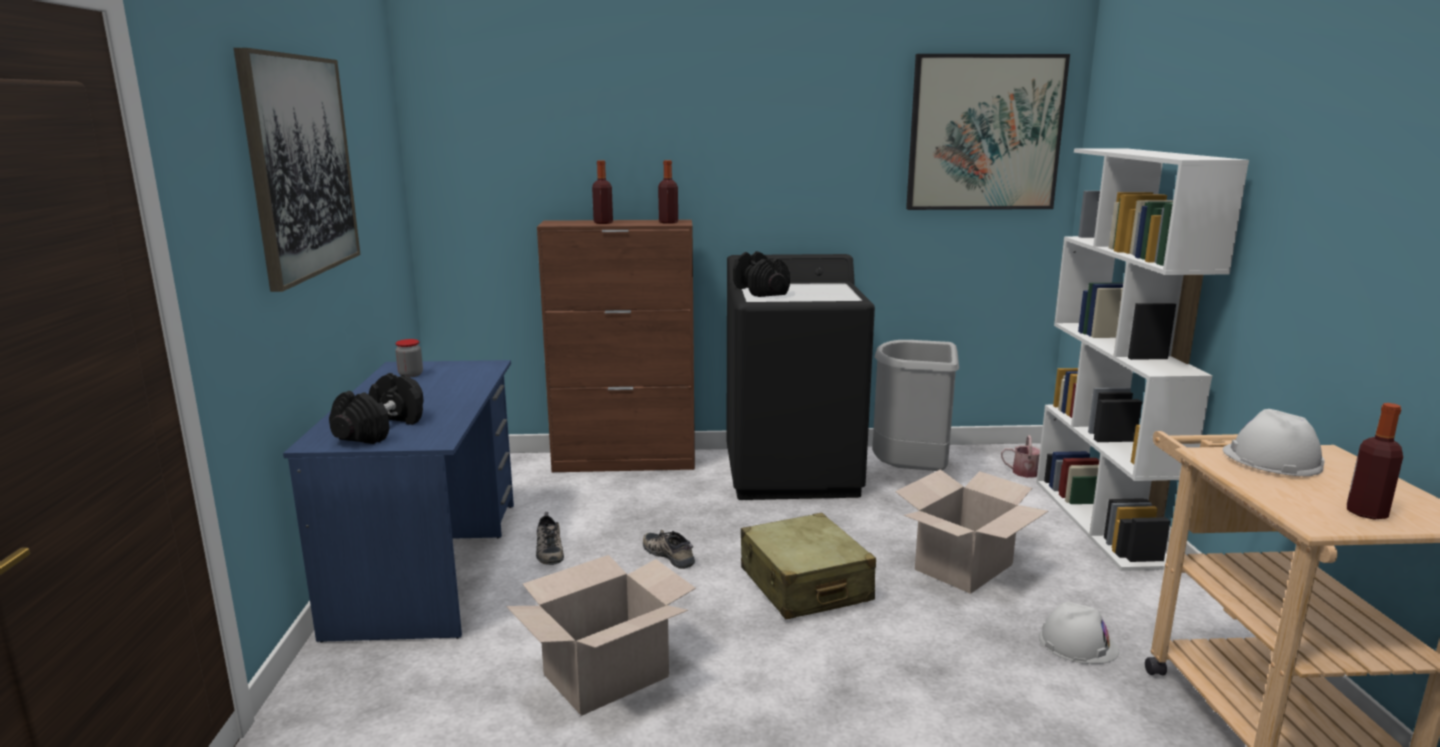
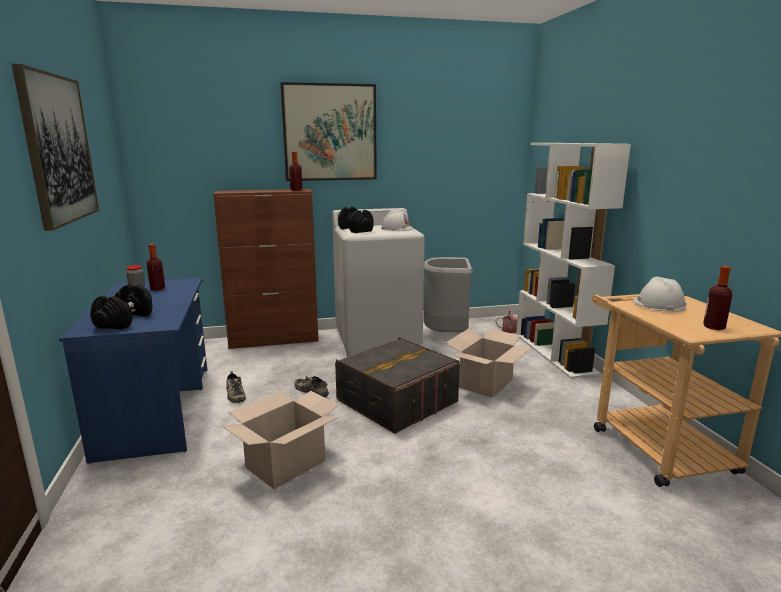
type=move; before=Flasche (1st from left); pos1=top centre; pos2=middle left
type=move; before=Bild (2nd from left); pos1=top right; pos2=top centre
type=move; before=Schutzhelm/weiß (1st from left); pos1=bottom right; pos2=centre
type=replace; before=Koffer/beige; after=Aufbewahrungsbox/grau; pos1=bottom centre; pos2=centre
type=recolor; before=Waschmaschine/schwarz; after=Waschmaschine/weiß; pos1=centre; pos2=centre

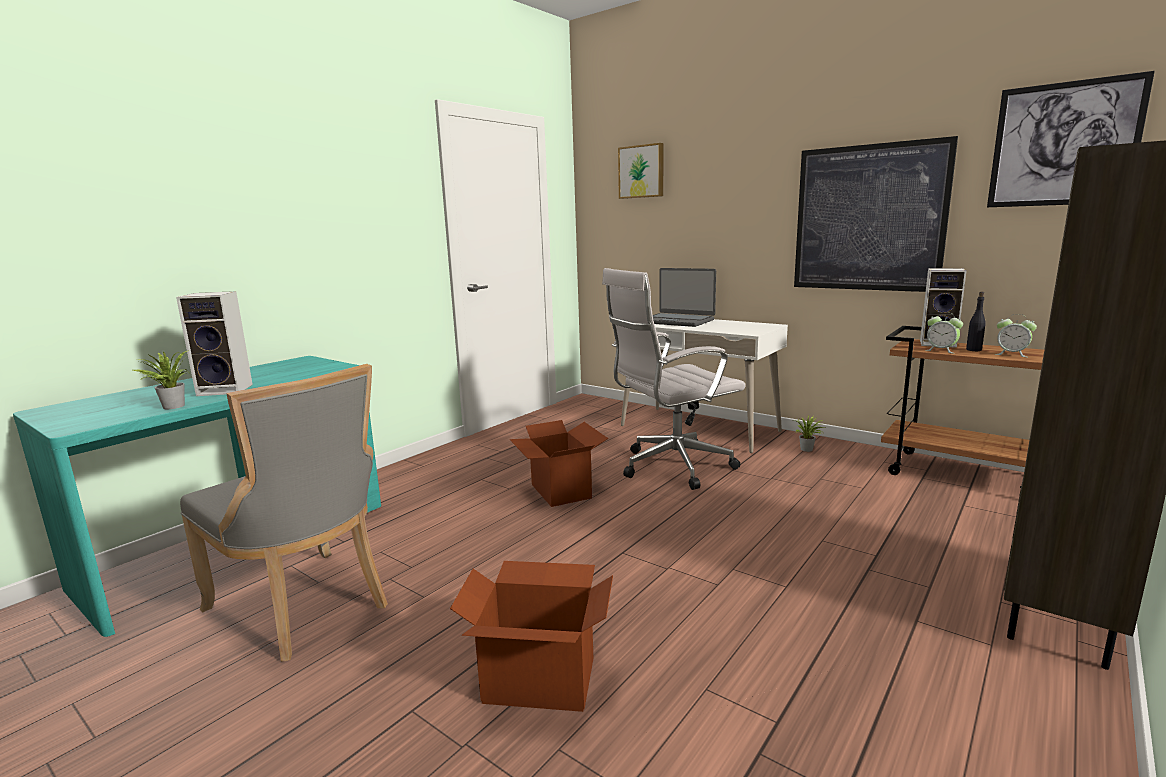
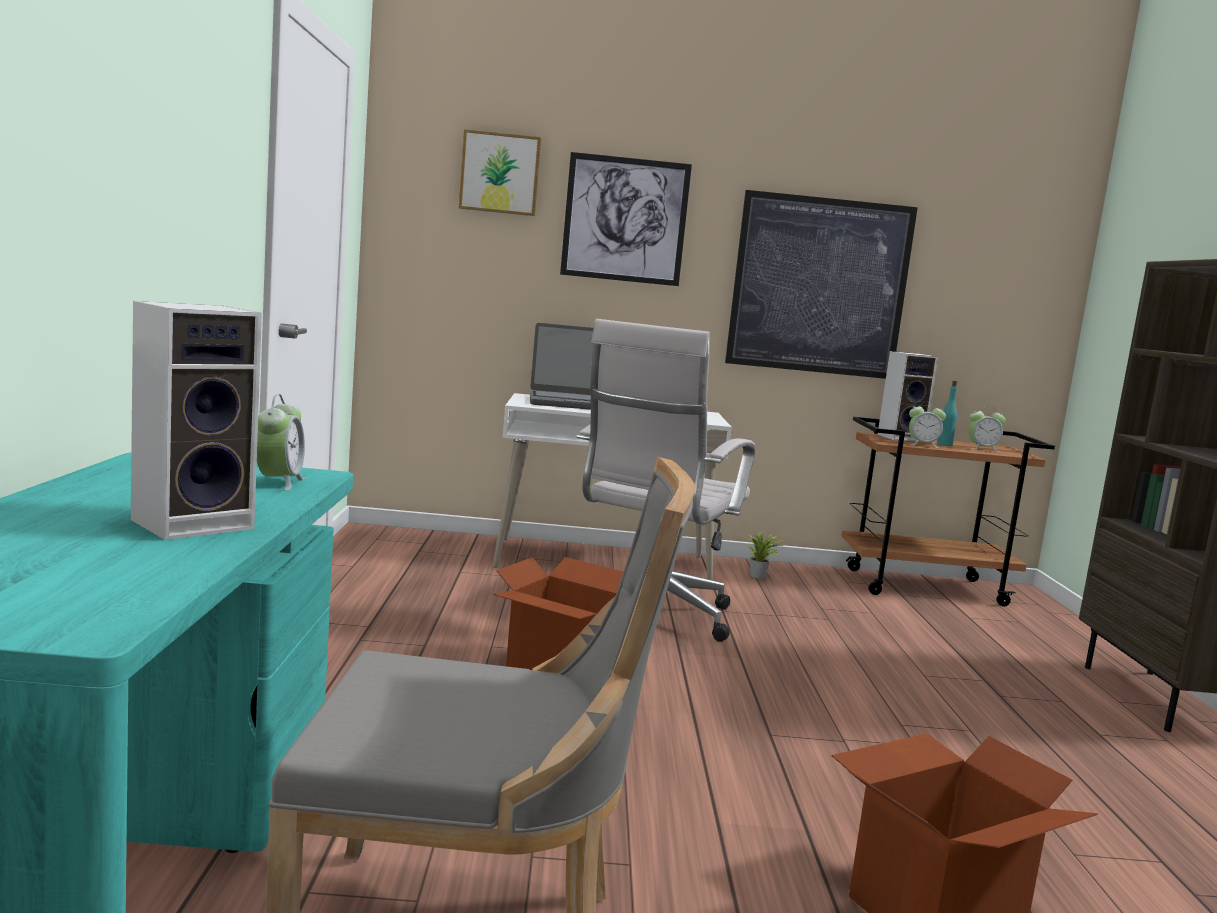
type=delete; before=Topfpflanze (1st from left); pos1=middle left
type=insert; after=Wecker (1st from left); pos2=middle left
type=move; before=Bild (3rd from left in the first image); after=Bild (2nd from left); pos1=top right; pos2=top centre
type=recolor; before=Flasche/schwarz; after=Flasche/türkis; pos1=middle right; pos2=middle right

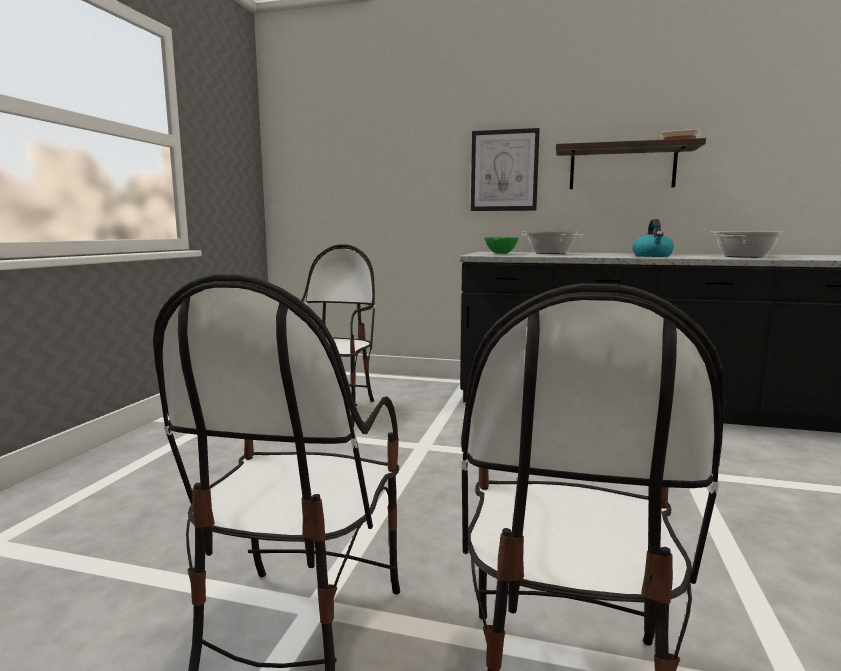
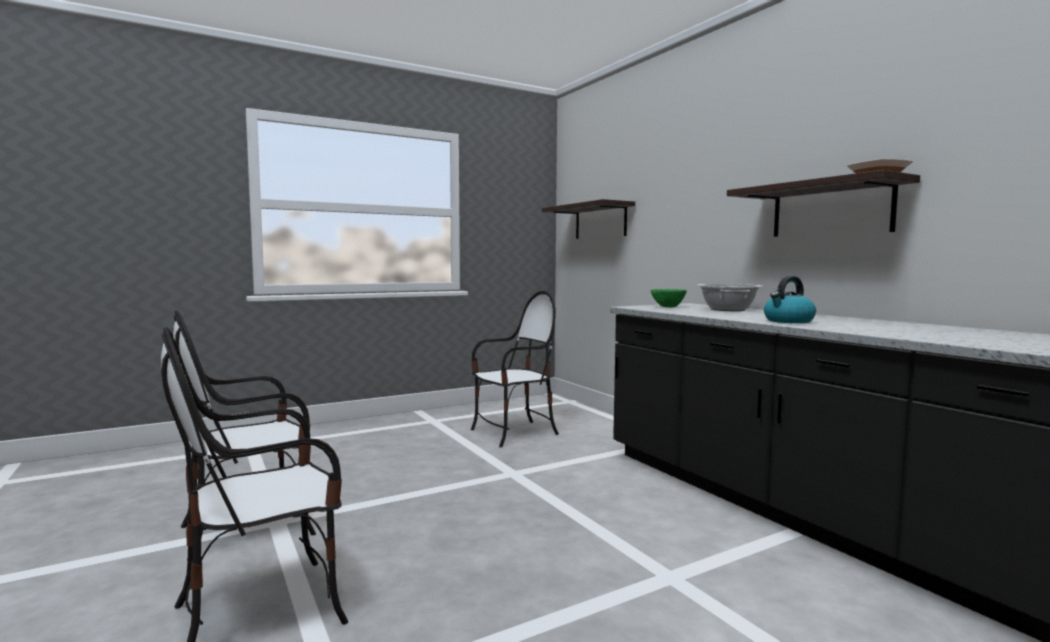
type=delete; before=Bild; pos1=top centre
type=delete; before=Kochtopf (2nd from left); pos1=middle right
type=insert; after=Wandregal (1st from left); pos2=centre

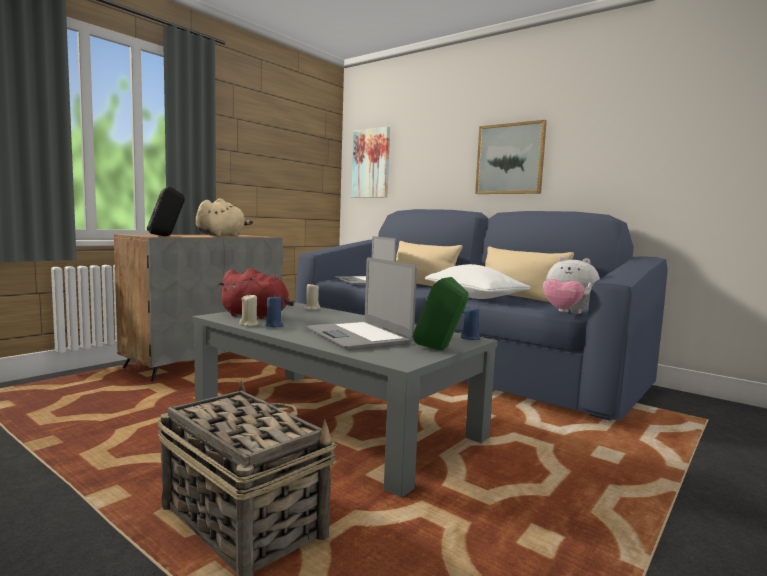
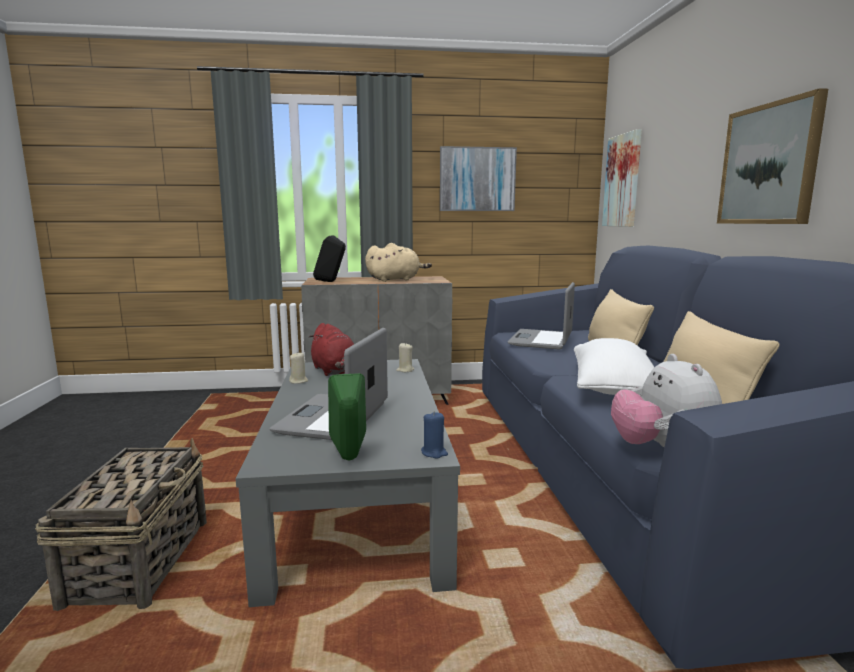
type=delete; before=Kerze/blau (1st from left); pos1=centre
type=insert; after=Bild (1st from left); pos2=top centre

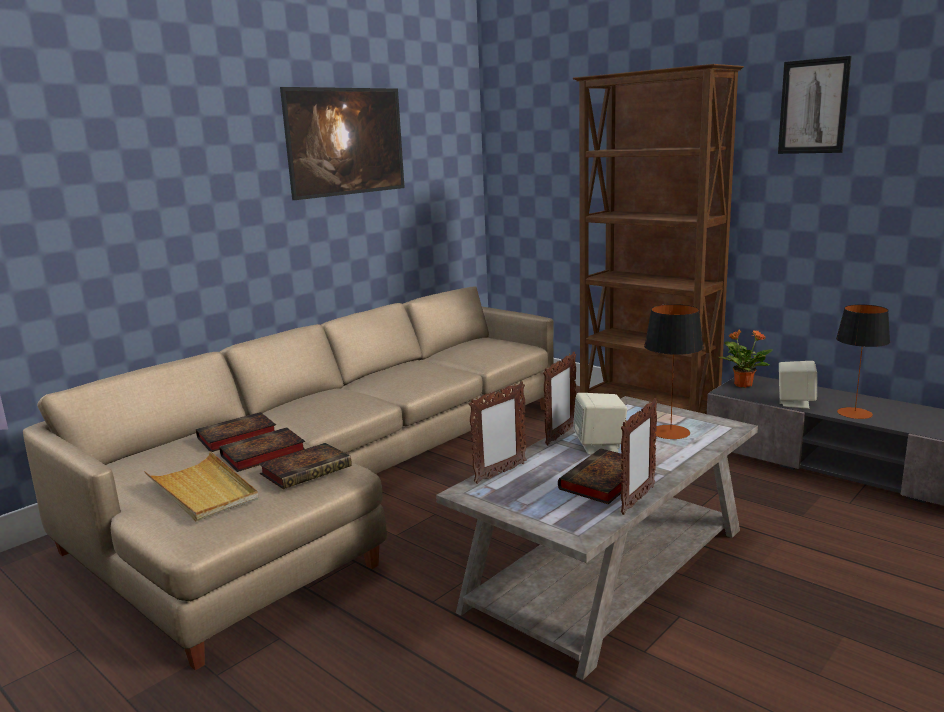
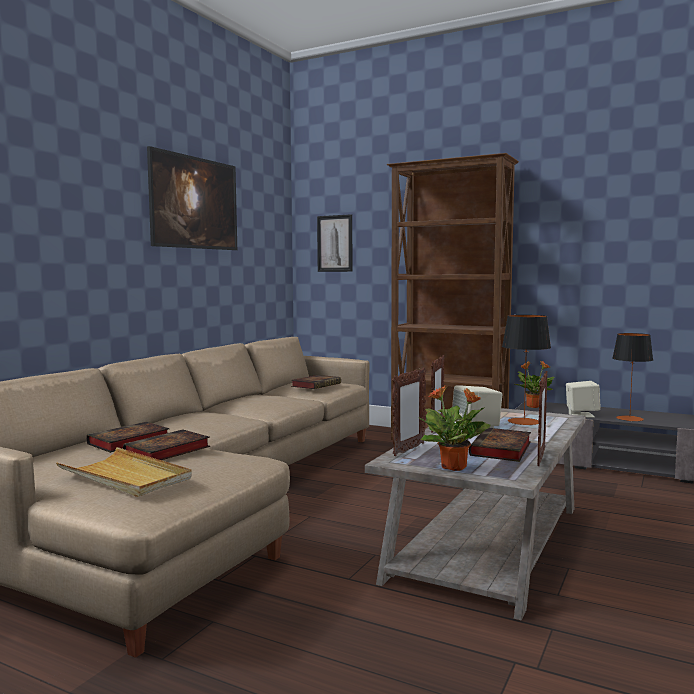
type=insert; after=Topfpflanze (1st from left); pos2=centre
type=move; before=Buch (3rd from left); pos1=middle left; pos2=centre
type=move; before=Bild (2nd from left); pos1=top right; pos2=centre

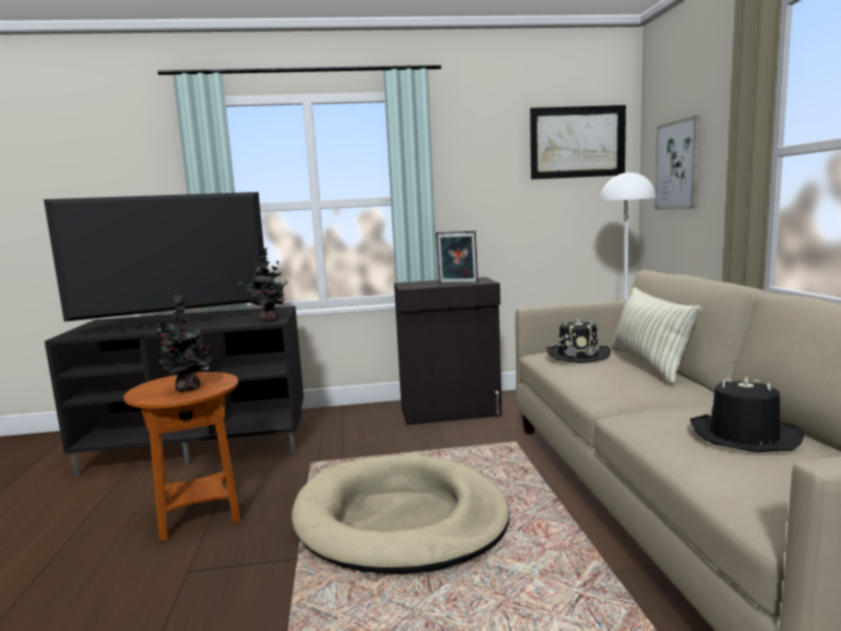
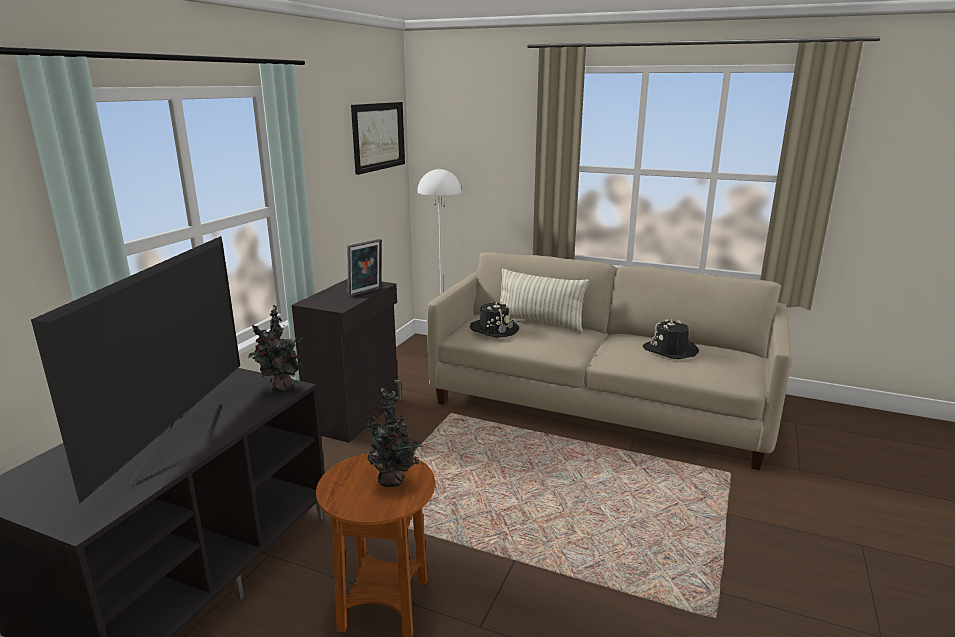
type=delete; before=Hundebett/beige; pos1=bottom centre
type=delete; before=Bild (2nd from left); pos1=top right

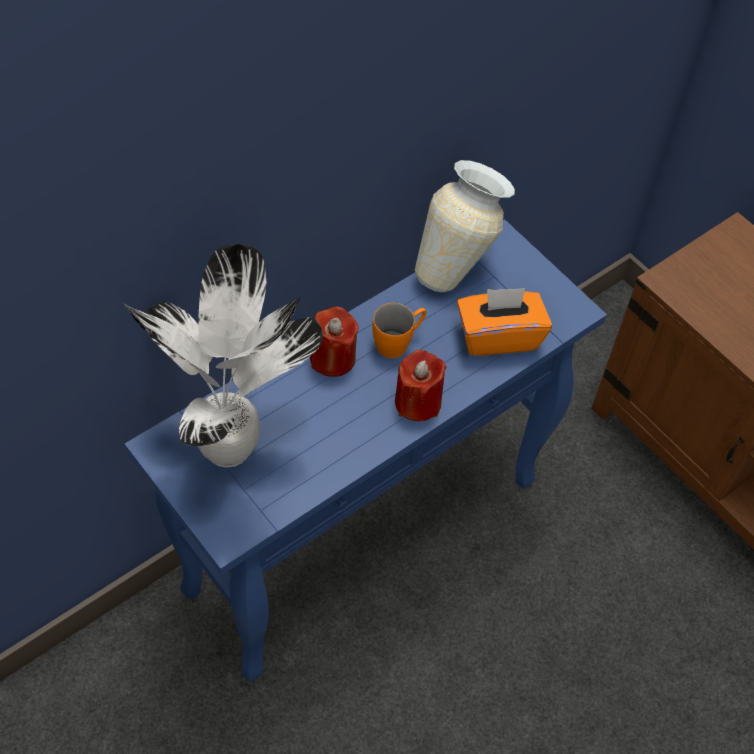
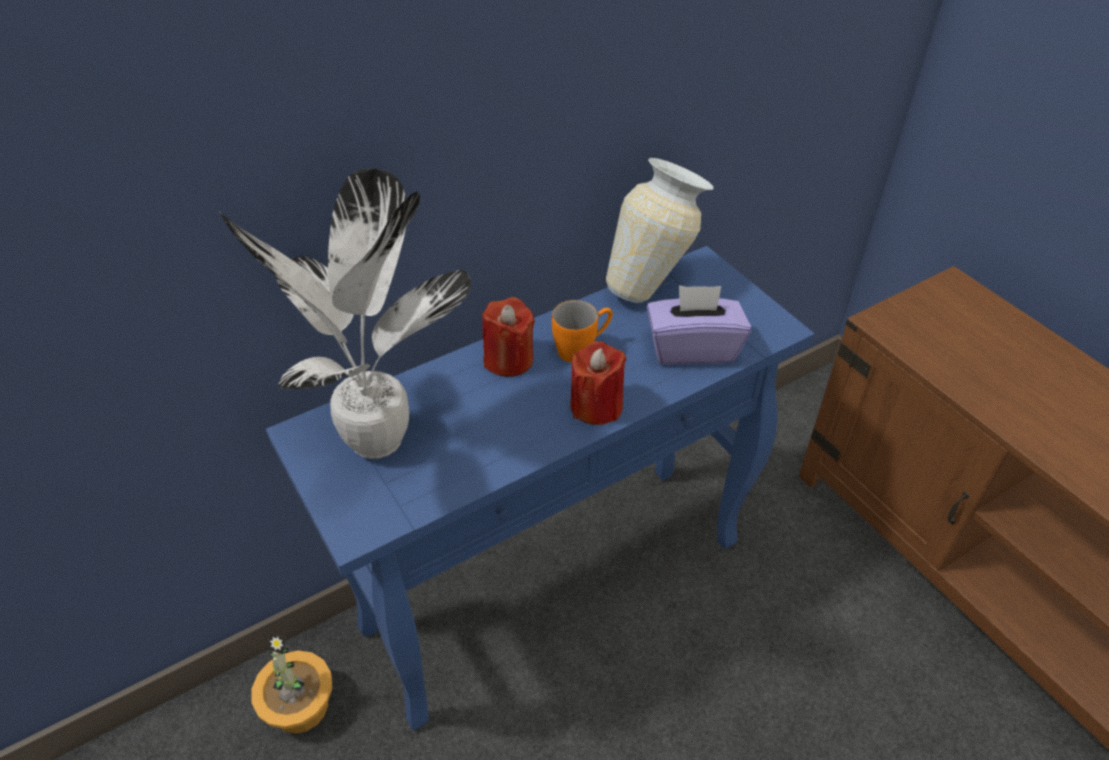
type=insert; after=Topfpflanze (1st from left); pos2=bottom left
type=recolor; before=Taschentuchbox/orange; after=Taschentuchbox/lila; pos1=middle right; pos2=centre

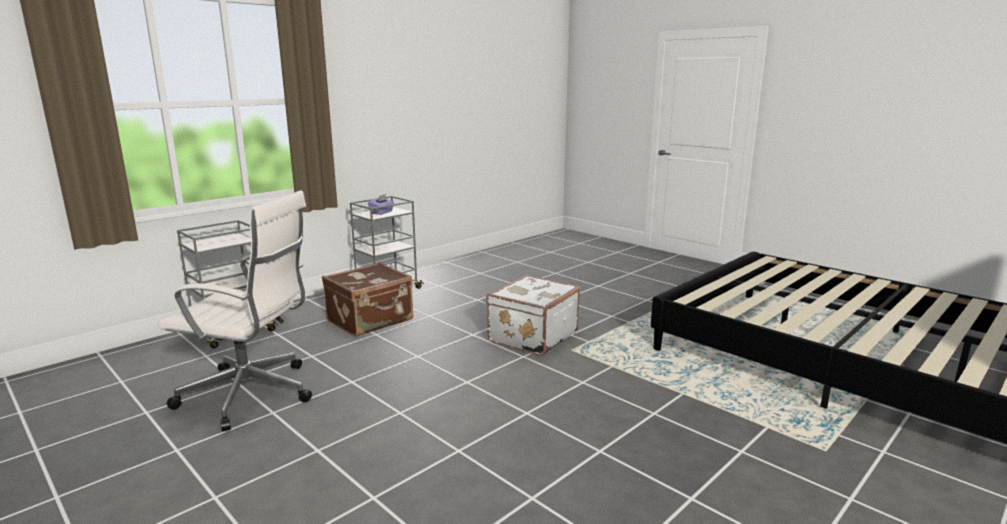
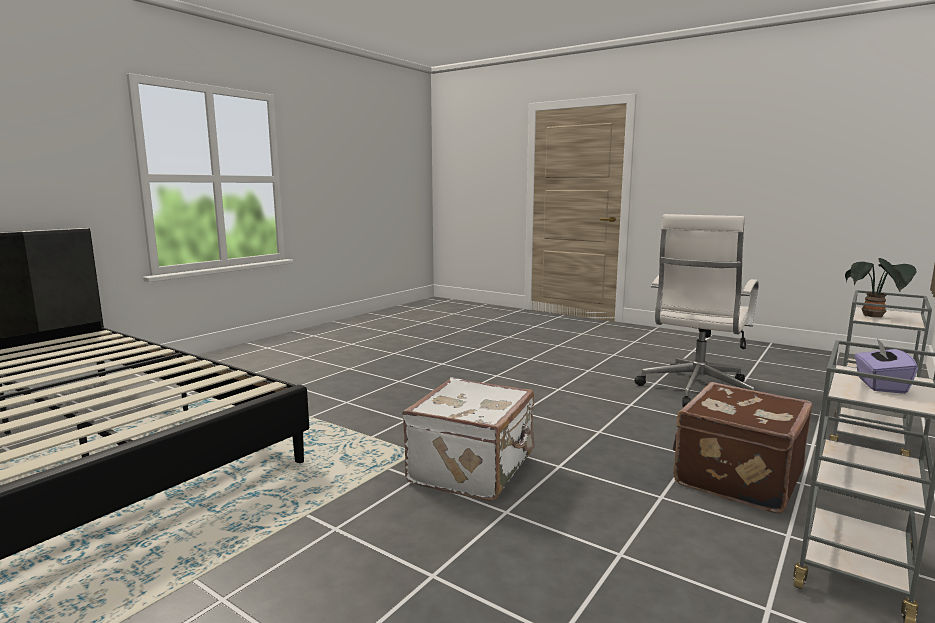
type=insert; after=Topfpflanze; pos2=middle right
type=rotate; before=Bürostuhl/weiß; pos1=middle left; pos2=middle right; turn=-60

